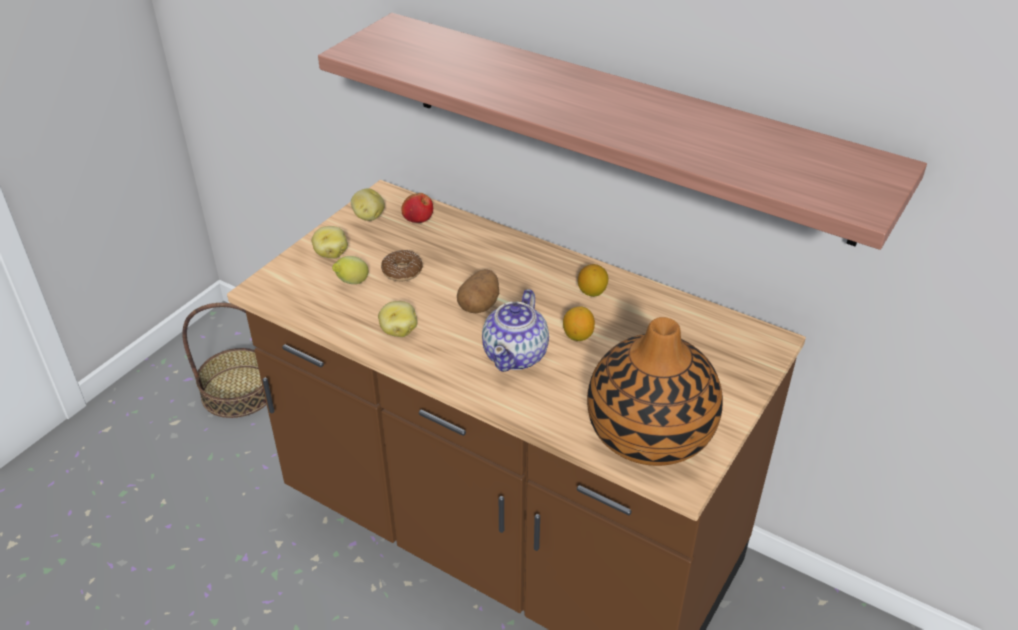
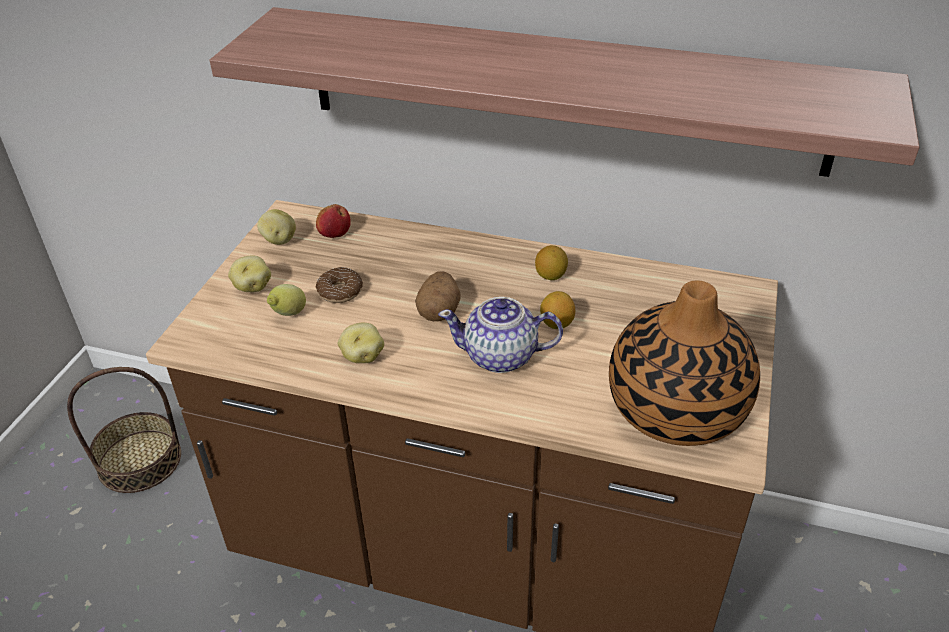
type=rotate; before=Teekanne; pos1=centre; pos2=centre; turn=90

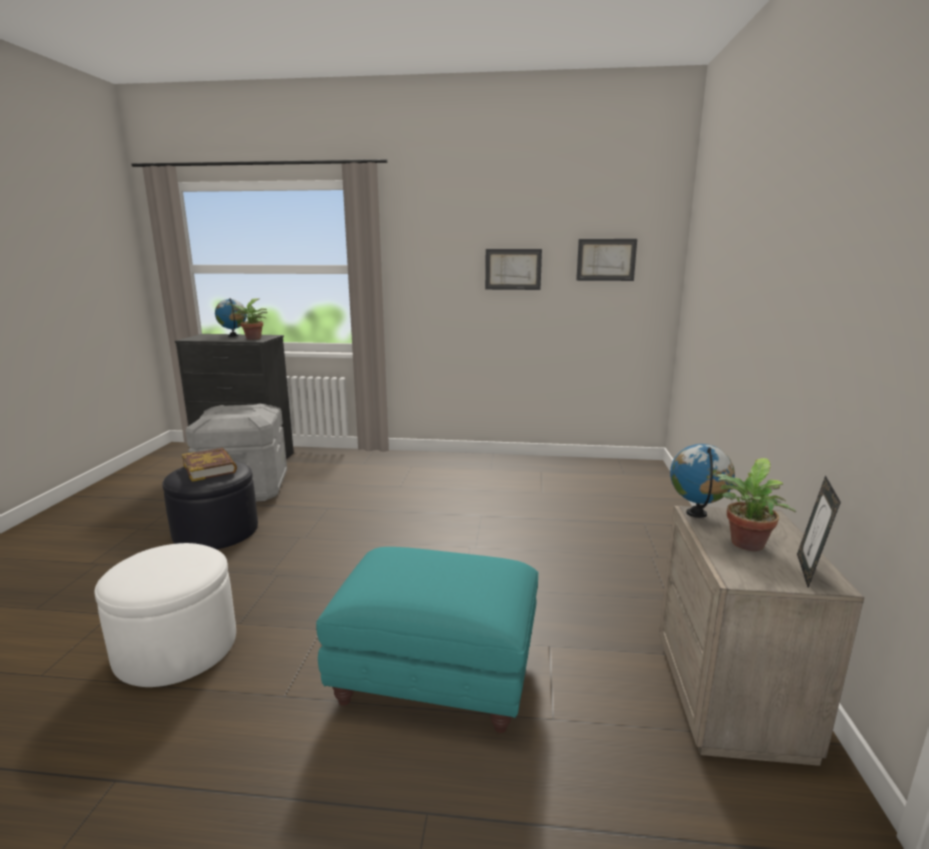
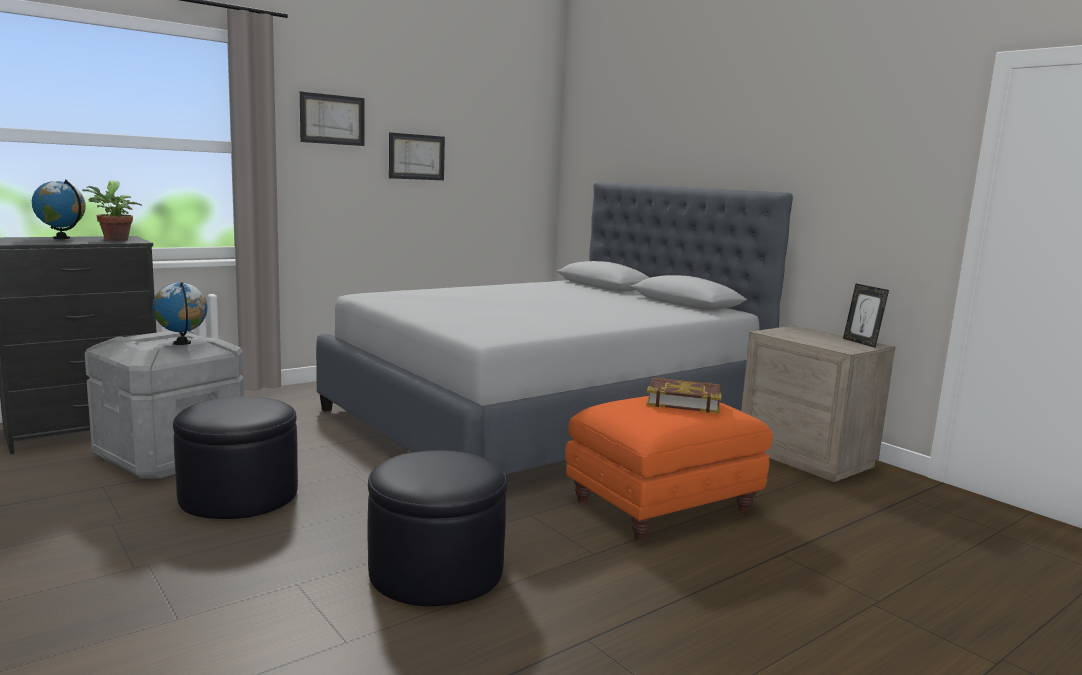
type=delete; before=Topfpflanze (2nd from left); pos1=middle right
type=insert; after=Bett/grau; pos2=centre
type=move; before=Buch; pos1=middle left; pos2=centre
type=move; before=Bild (2nd from left in the first image); after=Bild (1st from left); pos1=top centre; pos2=top left
type=move; before=Globus (2nd from left); pos1=middle right; pos2=middle left
type=recolor; before=Polsterhocker/weiß; after=Polsterhocker/schwarz (2nd from left); pos1=bottom left; pos2=bottom centre
type=recolor; before=Polsterhocker/türkis; after=Polsterhocker/orange; pos1=bottom centre; pos2=bottom centre

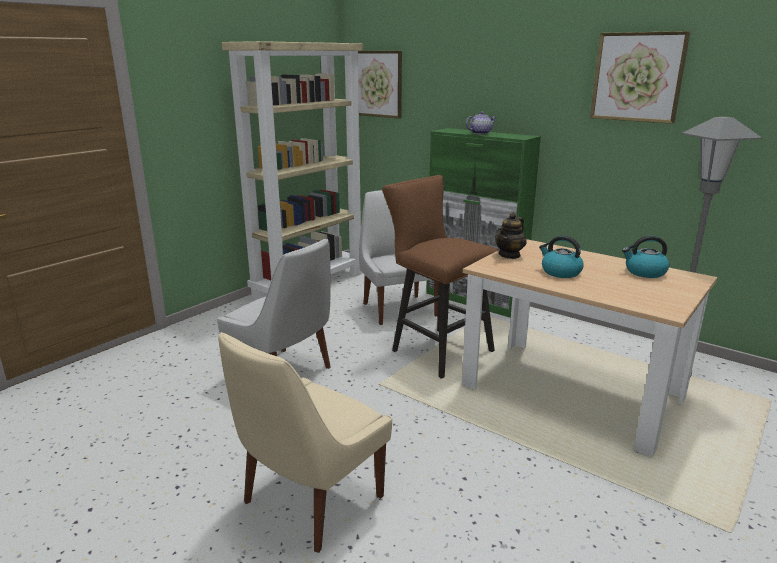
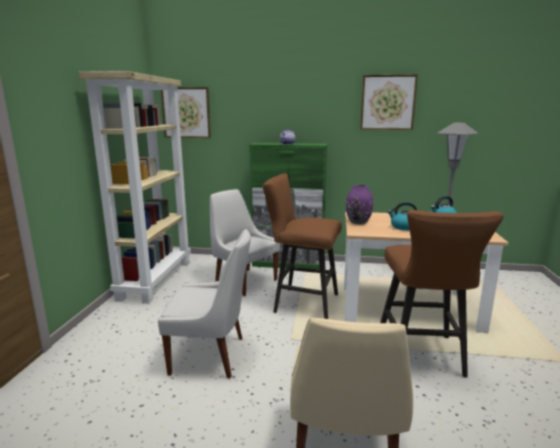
type=insert; after=Hocker/braun (2nd from left); pos2=middle right
type=replace; before=Teekanne (2nd from left); after=Vase/lila; pos1=centre; pos2=centre

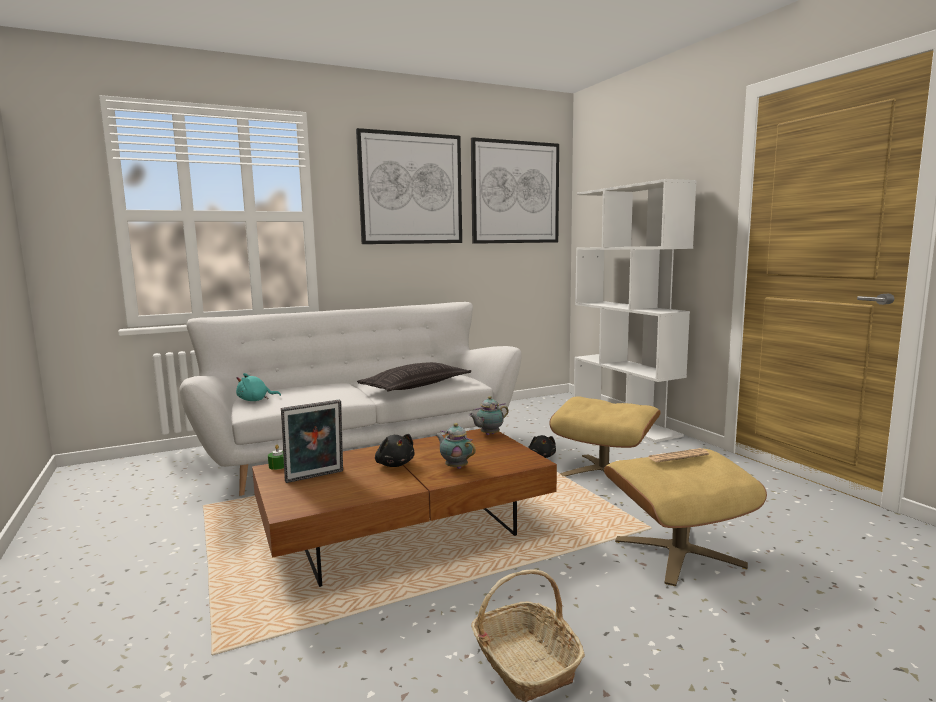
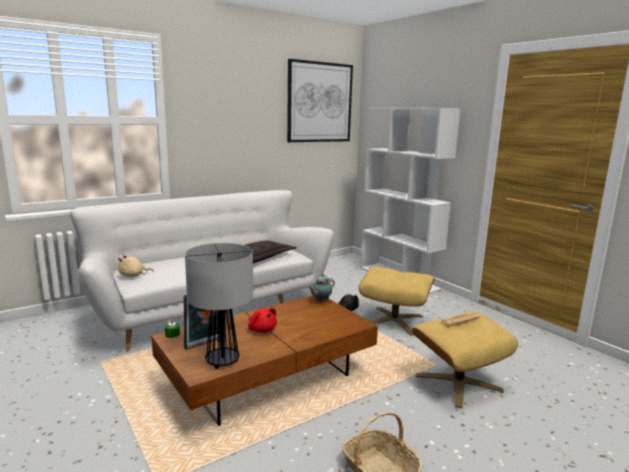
type=delete; before=Bild (1st from left); pos1=top centre
type=delete; before=Teekanne (1st from left); pos1=centre
type=insert; after=Tischlampe; pos2=centre
type=recolor; before=Plüschtier/türkis; after=Plüschtier/beige; pos1=middle left; pos2=middle left
type=recolor; before=Plüschtier/schwarz (1st from left); after=Plüschtier/rot; pos1=centre; pos2=bottom centre

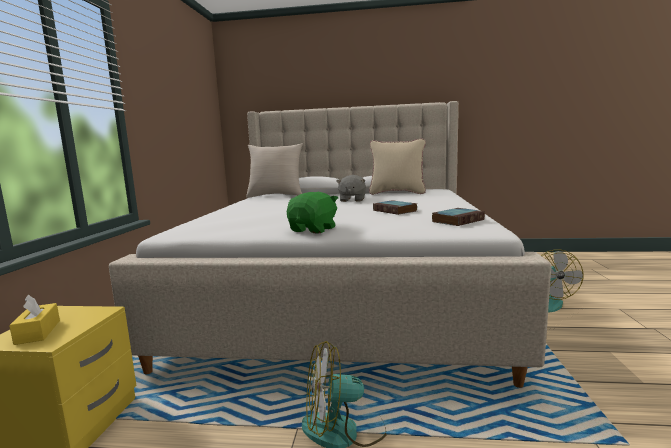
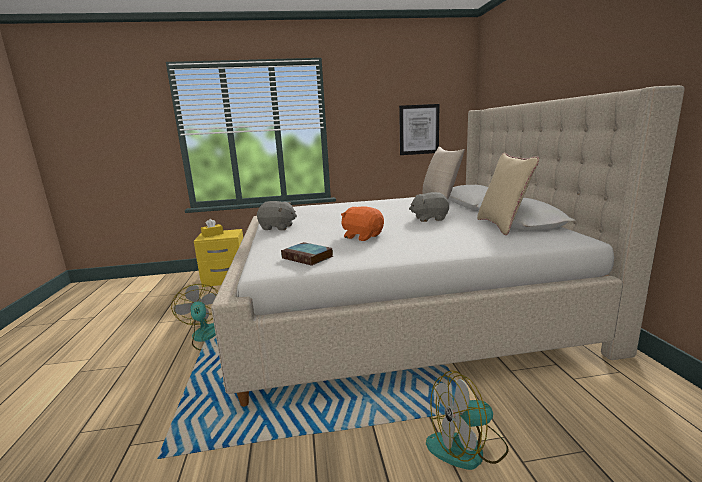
type=insert; after=Bild; pos2=top centre
type=replace; before=Buch (1st from left); after=Plüschtier/orange; pos1=centre; pos2=centre
type=recolor; before=Plüschtier/grün; after=Plüschtier/grau (1st from left); pos1=centre; pos2=centre

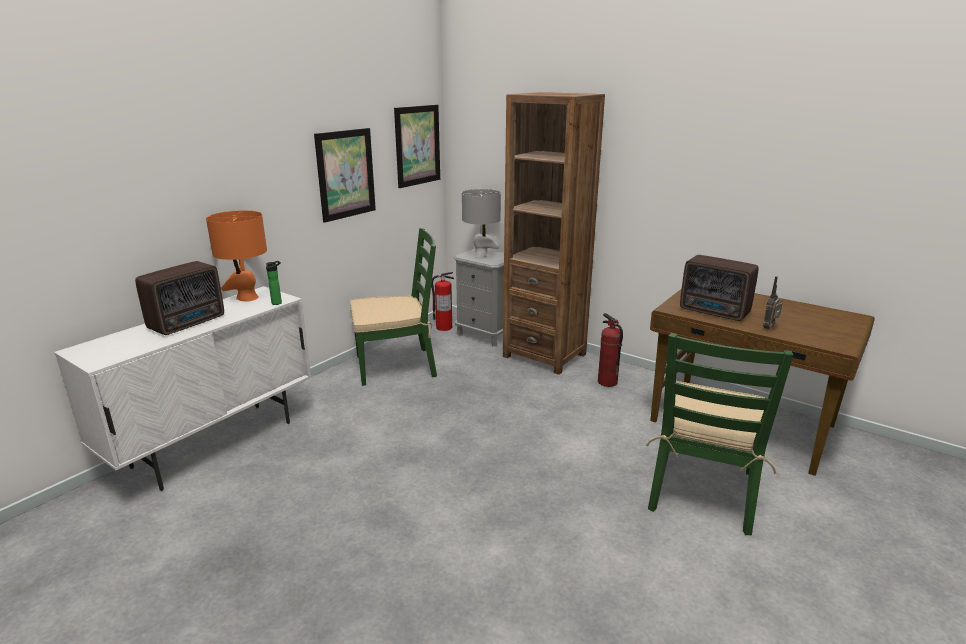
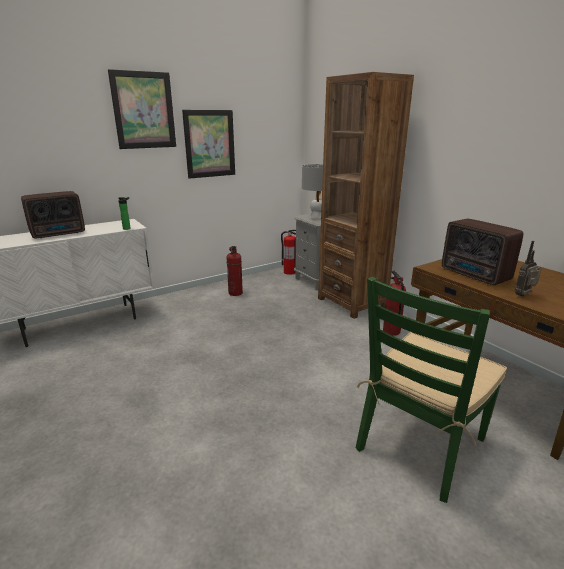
type=delete; before=Tischlampe/orange; pos1=middle left
type=move; before=Bild (2nd from left in the first image); after=Bild (1st from left); pos1=top centre; pos2=top left
type=replace; before=Stuhl/grün (1st from left); after=Feuerlöscher (1st from left); pos1=centre; pos2=centre

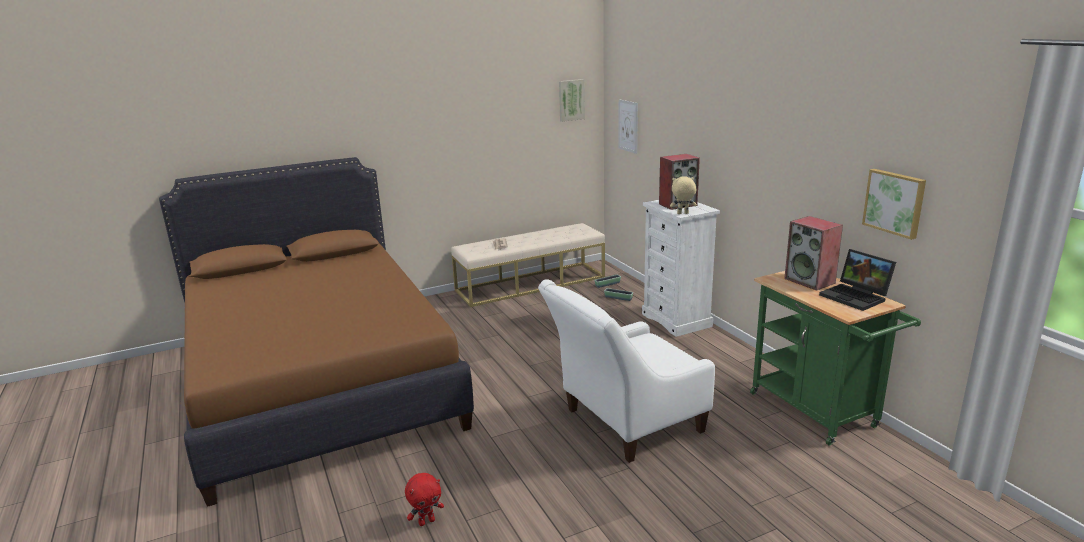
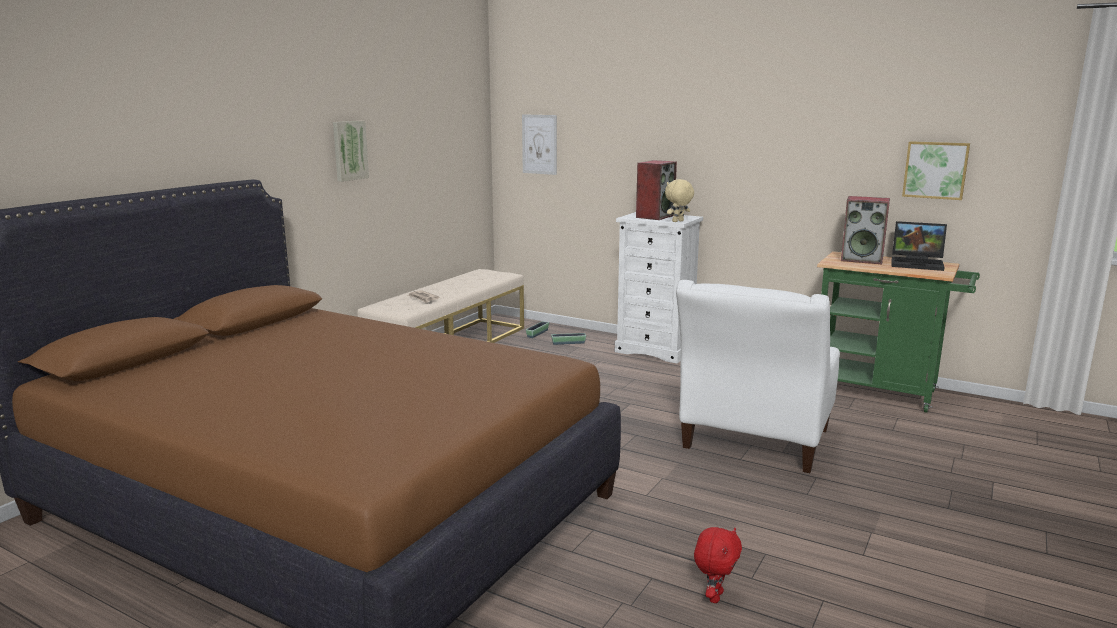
type=move; before=Bild (1st from left); pos1=top centre; pos2=top left

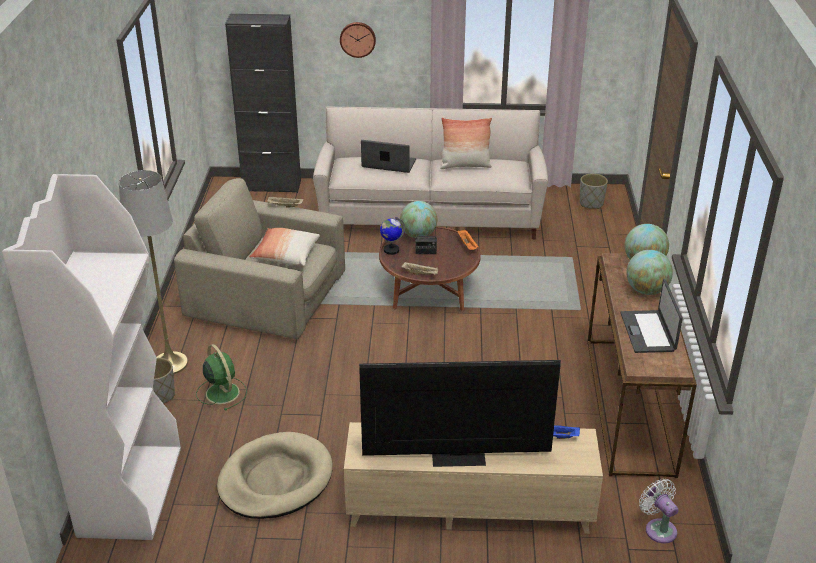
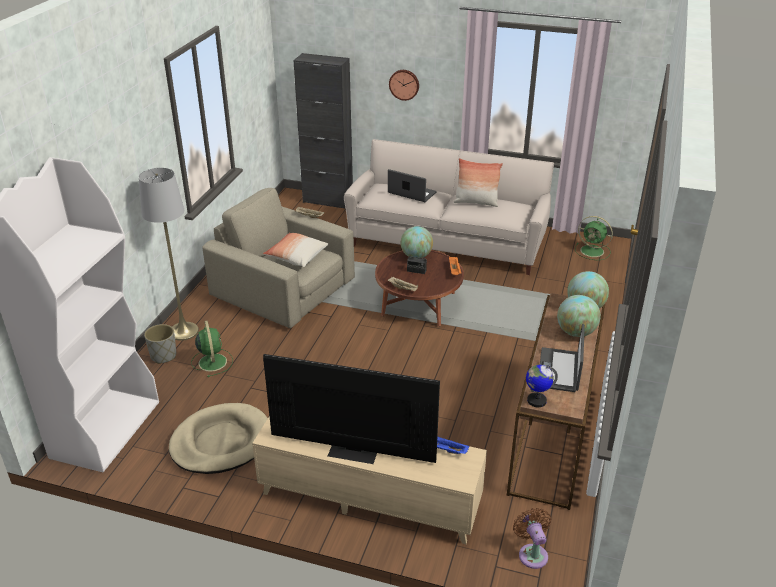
type=move; before=Globus (1st from left in the first image); after=Globus (2nd from left); pos1=centre; pos2=middle right
type=replace; before=Pflanzkübel/grau (2nd from left); after=Ventilator/grün (2nd from left); pos1=middle right; pos2=middle right
type=recolor; before=Ventilator/weiß; after=Ventilator/braun; pos1=bottom right; pos2=bottom right

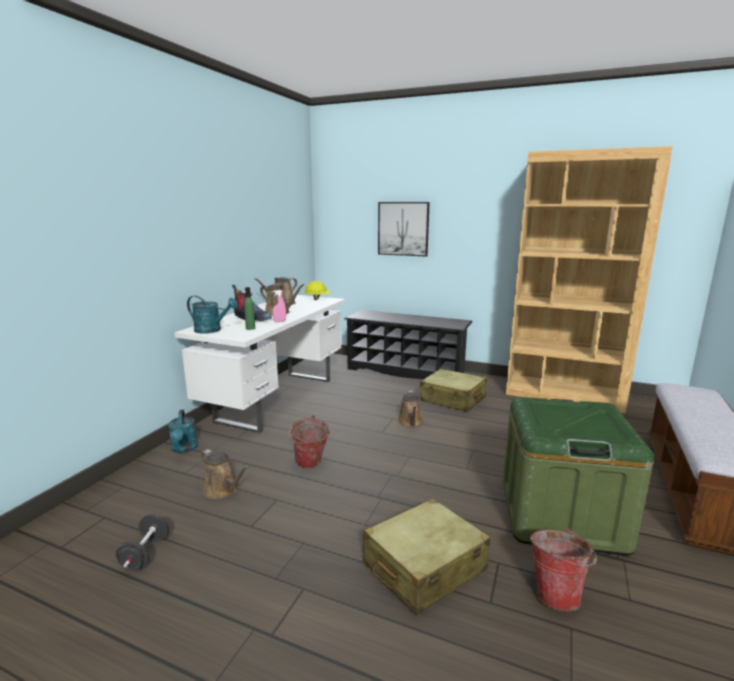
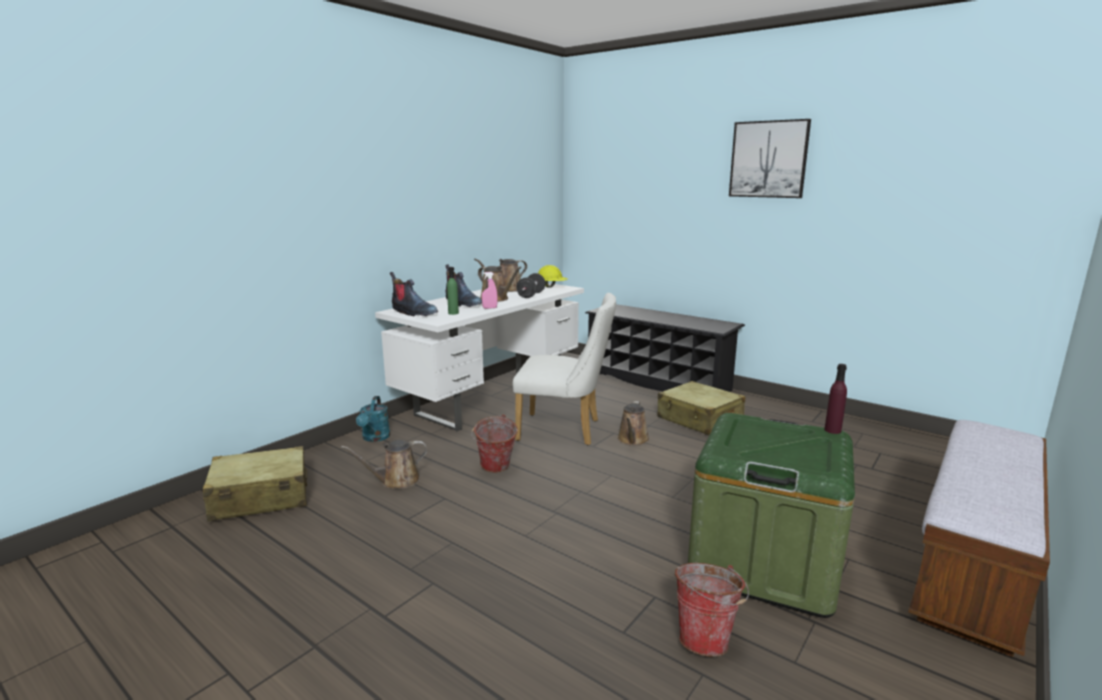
type=delete; before=Bücherregal/braun; pos1=middle right
type=insert; after=Stuhl/weiß; pos2=centre
type=insert; after=Flasche/lila; pos2=middle right
type=move; before=Hantel/schwarz; pos1=bottom left; pos2=centre
type=move; before=Koffer/beige (1st from left); pos1=bottom centre; pos2=bottom left
type=move; before=Bild; pos1=centre; pos2=top right
type=replace; before=Gießkanne/türkis (2nd from left); after=Stiefel (1st from left); pos1=middle left; pos2=centre
type=rotate; before=Gießkanne/braun (1st from left); pos1=bottom left; pos2=centre; turn=105

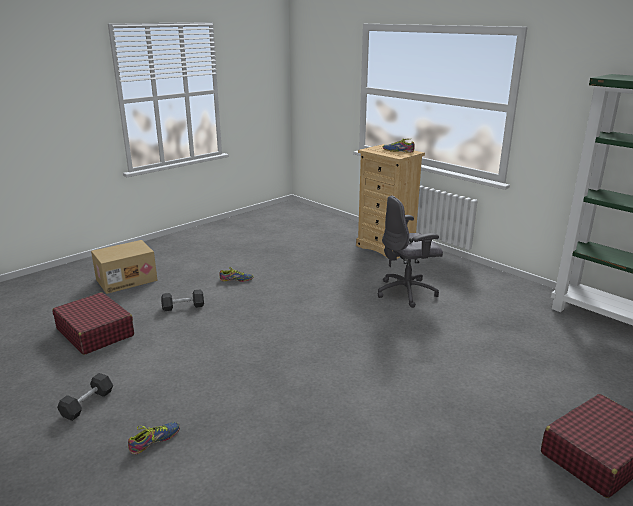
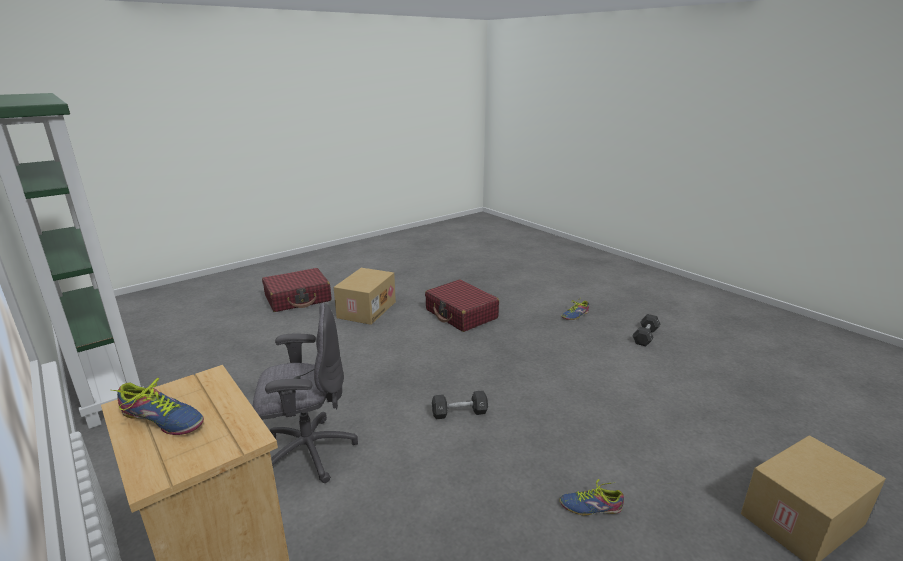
type=insert; after=Karton (1st from left); pos2=centre
type=move; before=Koffer/rot (1st from left in the first image); after=Koffer/rot (2nd from left); pos1=middle left; pos2=centre
type=move; before=Hantel/schwarz (2nd from left in the first image); after=Hantel/schwarz (1st from left); pos1=middle left; pos2=bottom centre

